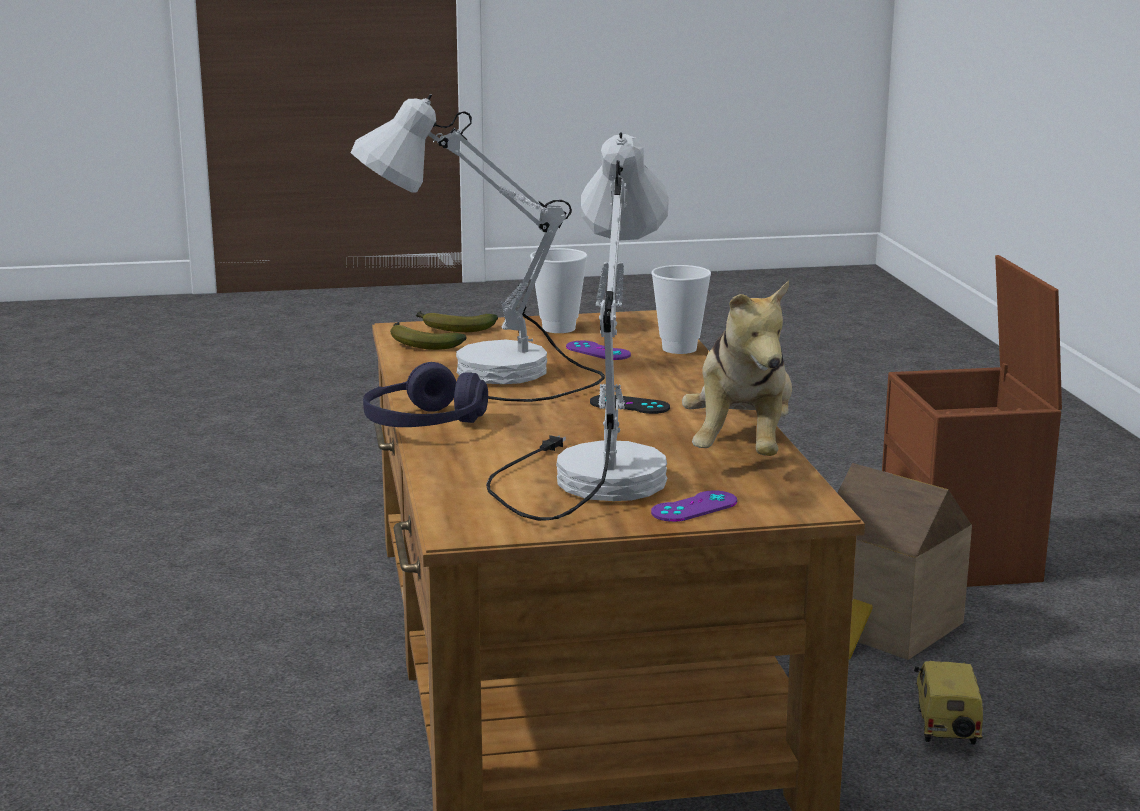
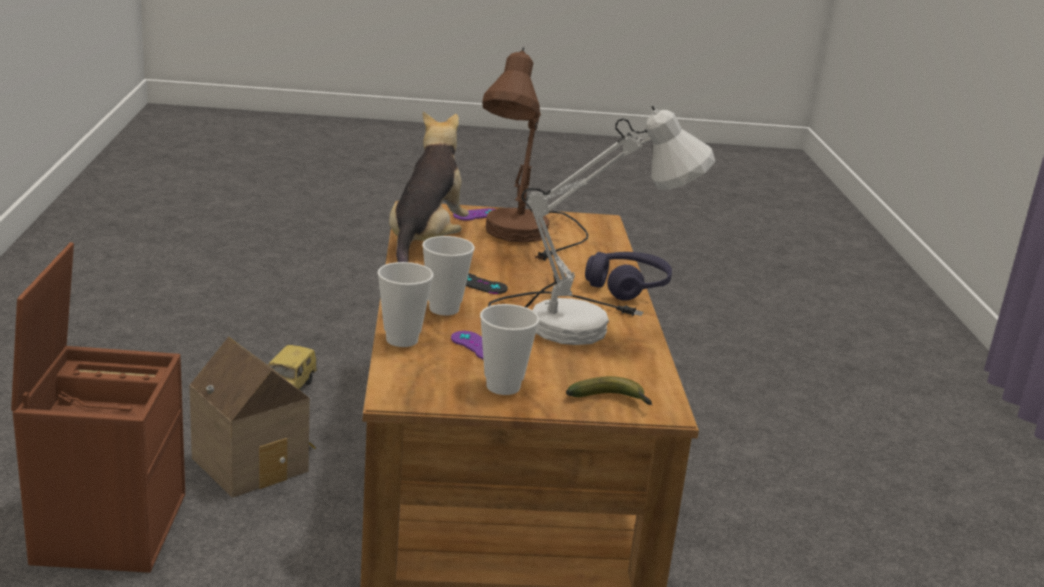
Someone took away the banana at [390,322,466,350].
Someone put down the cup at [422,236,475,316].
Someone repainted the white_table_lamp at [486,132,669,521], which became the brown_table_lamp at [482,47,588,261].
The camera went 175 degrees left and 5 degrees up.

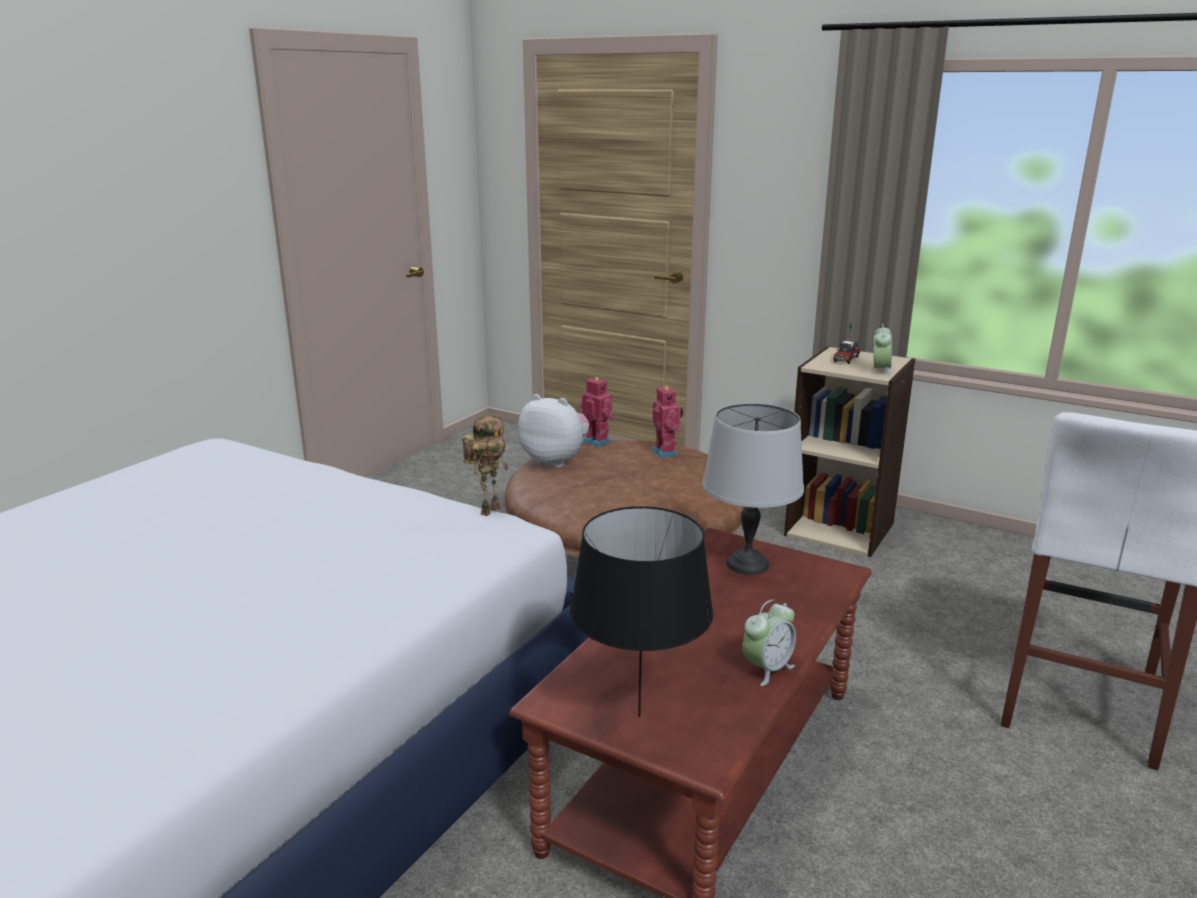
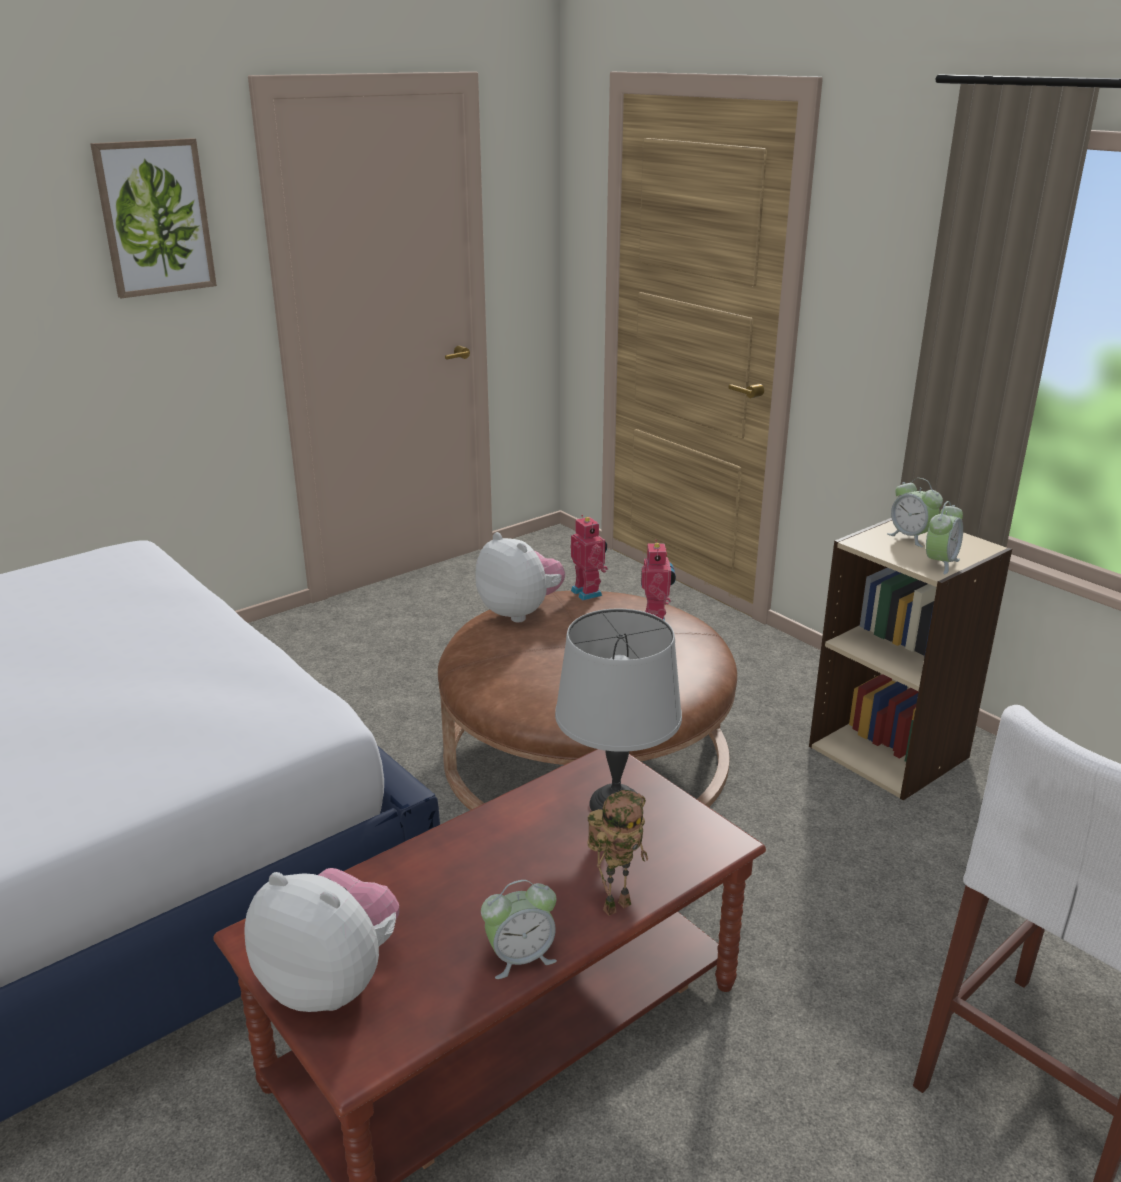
Someone put up the picture at [90,138,217,298].
Someone carried the toy_robot from [462,414,509,516] to [588,790,648,916].
Someone swapped the black_table_lamp at [570,506,713,717] for the plush_toy at [244,868,399,1012].
Someone swapped the toy_truck at [833,322,860,364] for the alarm_clock at [887,478,943,547].
The camera went 20 degrees right and 5 degrees up.

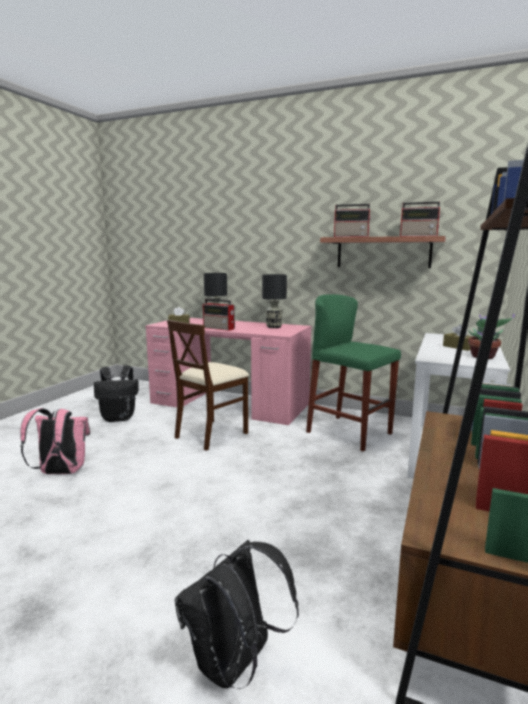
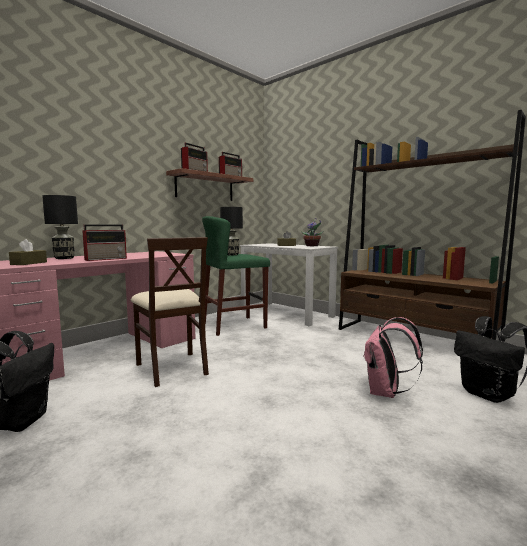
Someone carried the pink_backpack from [20,408,90,474] to [363,317,423,398].
Someone carried the black_table_lamp from [262,274,287,328] to [220,207,243,255].
The camera went 70 degrees left and 5 degrees down.

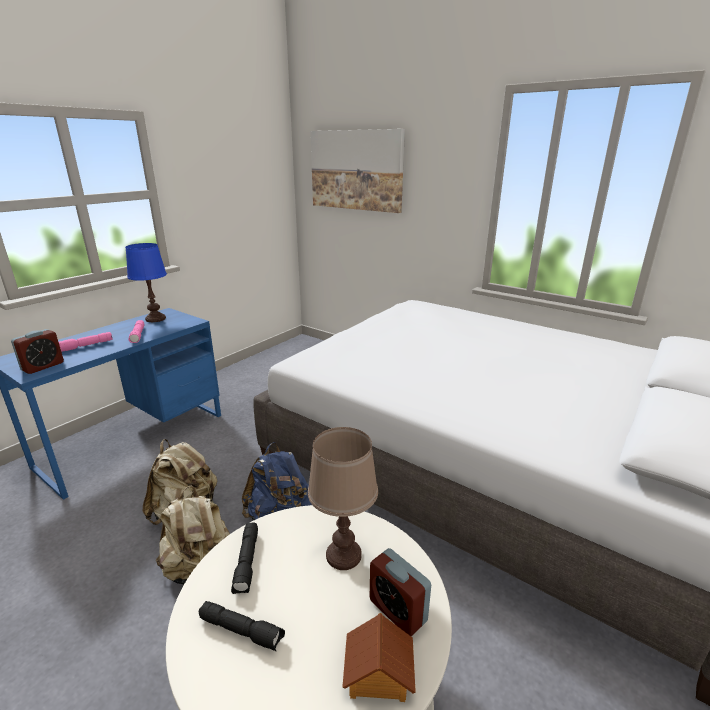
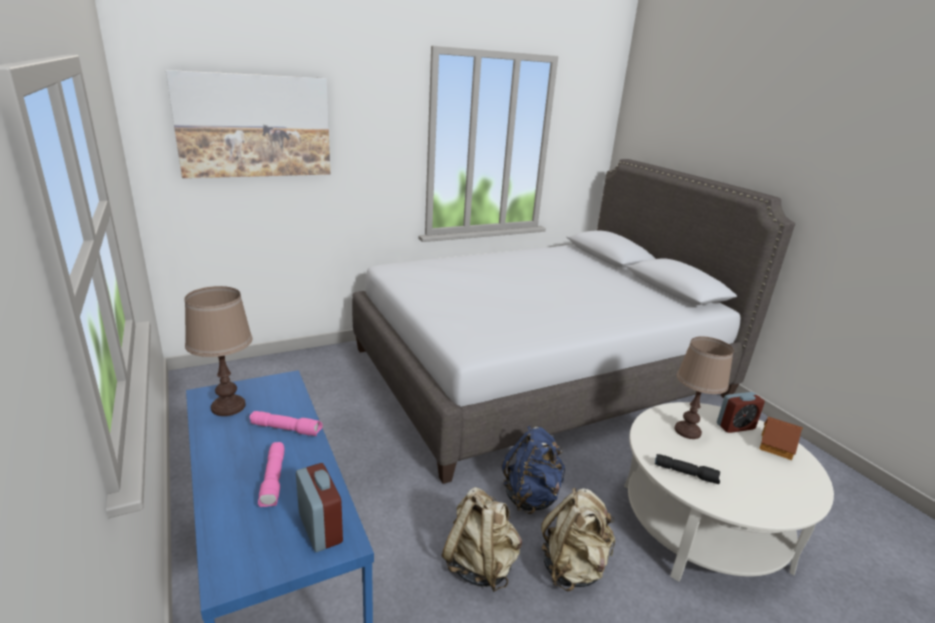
Someone took away the black_flashlight at [199,601,285,651].
Someone repainted the blue_table_lamp at [125,243,167,322], which became the brown_table_lamp at [185,286,252,416].
The camera went 65 degrees left and 0 degrees up.

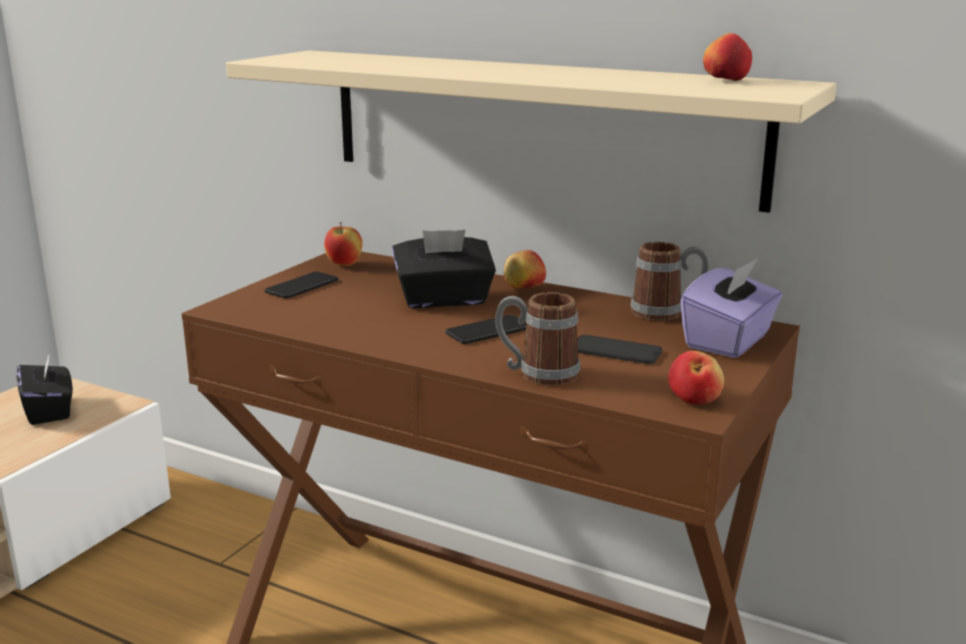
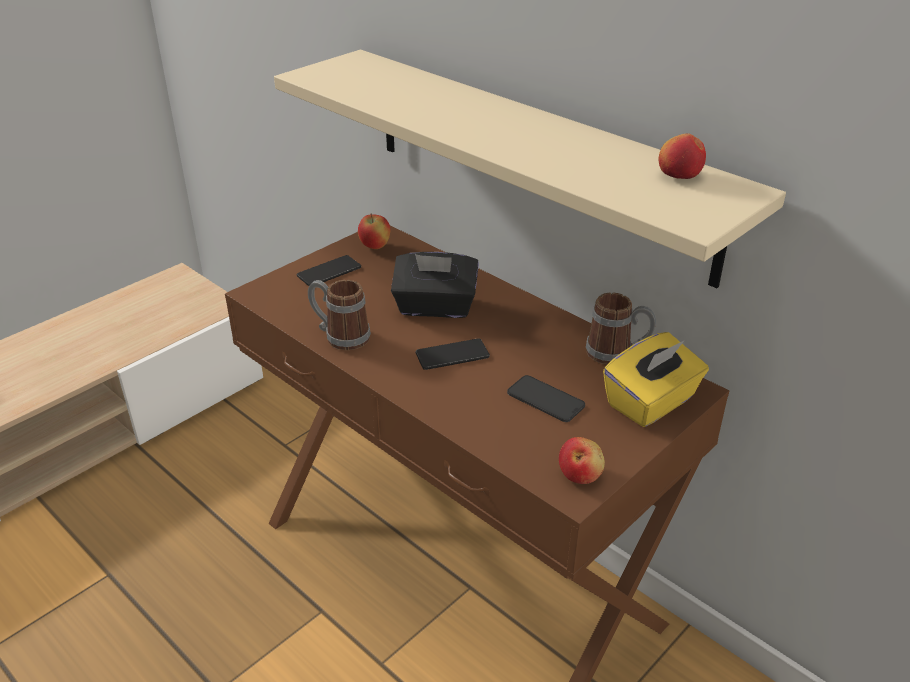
Someone took away the black_tissue_box at [17,351,73,425].
Someone took away the apple at [504,250,546,288].
Someone carried the mug from [495,292,580,385] to [308,280,371,350].
Someone repainted the purple_tissue_box at [680,258,782,358], which became the yellow_tissue_box at [603,332,709,427].
The camera went 15 degrees right and 15 degrees up.

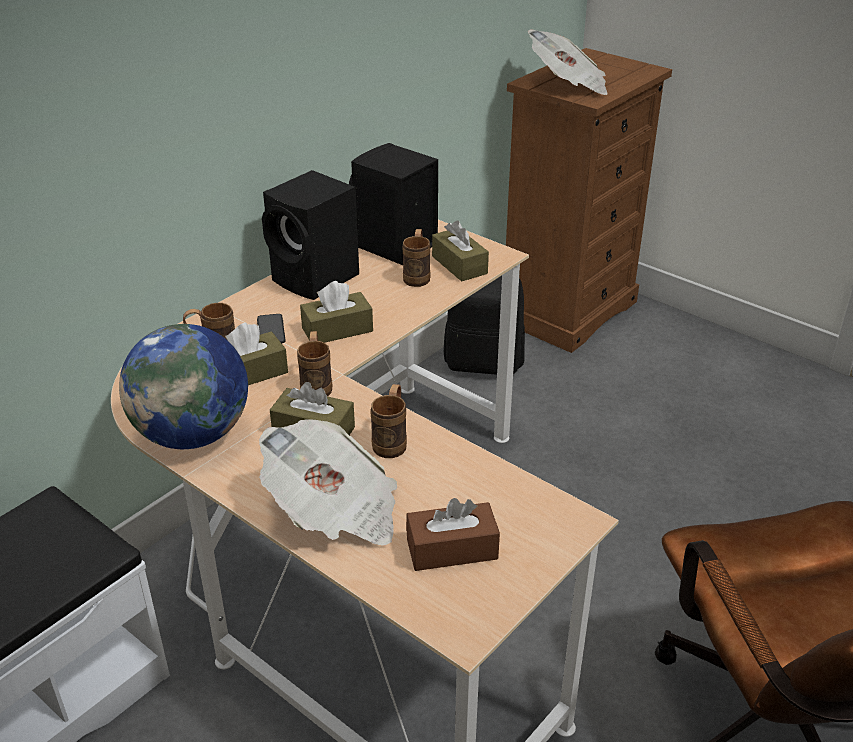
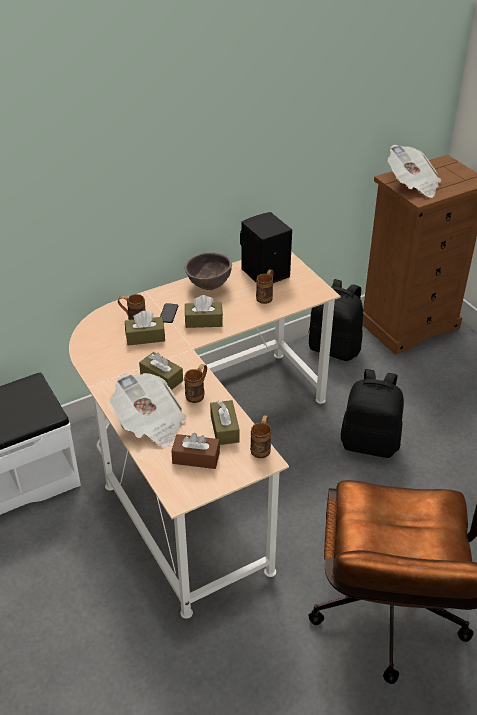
Someone took away the globe at [119,324,248,449].
Someone put down the black_backpack at [341,369,404,458].
Someone carried the brown_mug from [297,331,333,396] to [250,415,271,458].
Someone carried the brown_tissue_box from [432,221,489,281] to [210,400,240,445].
Someone swapped the black_speaker at [262,170,359,300] for the brown_bowl at [184,252,232,290].
The camera went 20 degrees right and 5 degrees up.

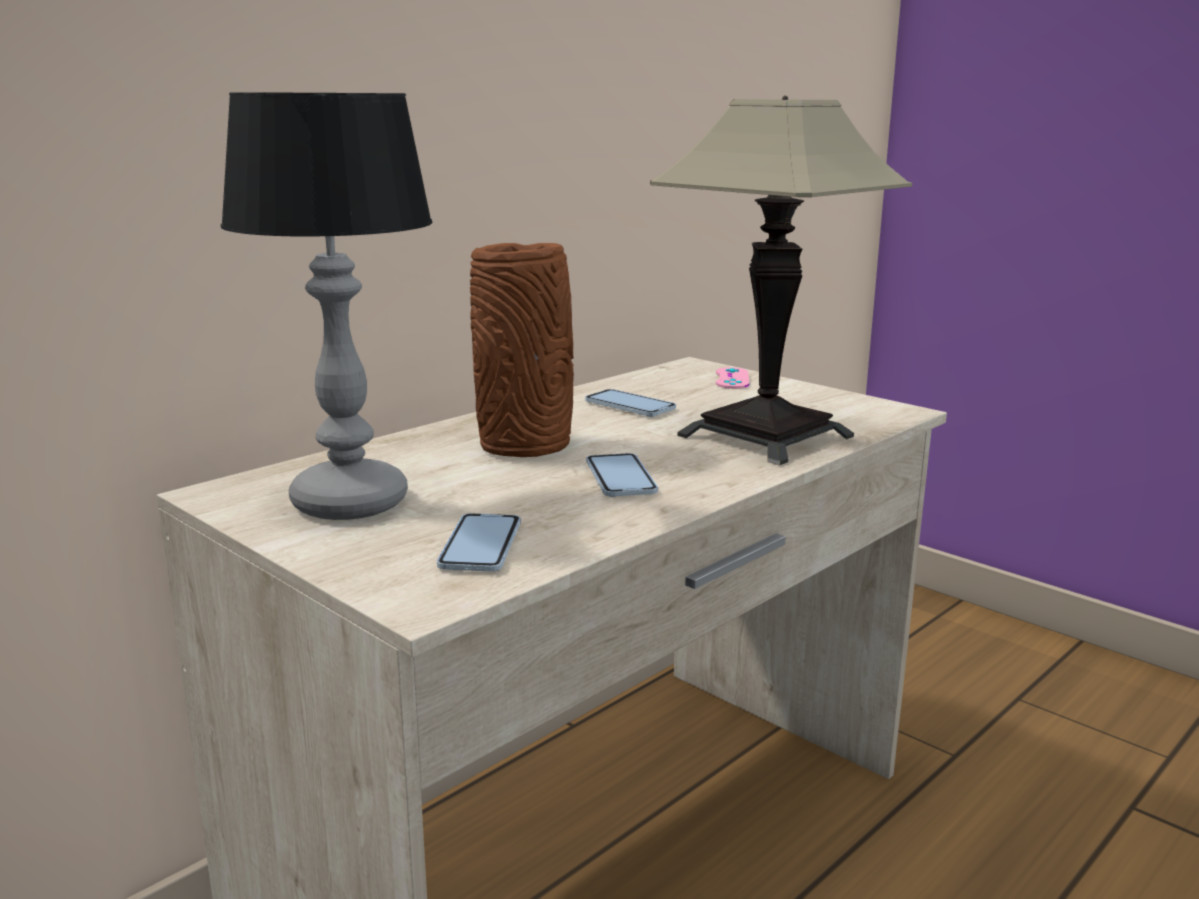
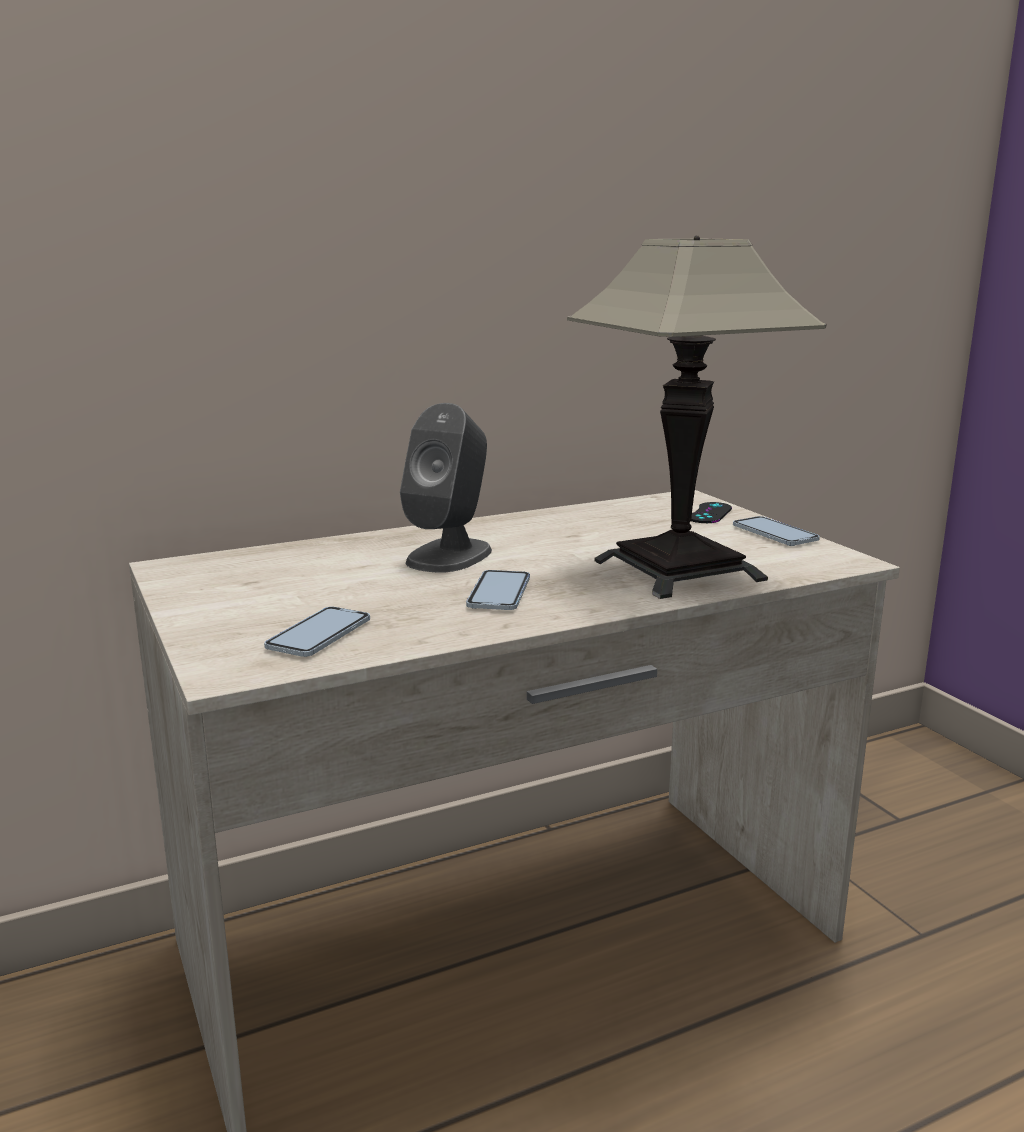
Someone took away the table_lamp at [221,92,433,520].
Someone carried the phone from [585,389,676,417] to [733,516,820,546].
Someone swapped the brown_vase at [470,243,574,457] for the grey_speaker at [400,403,492,573].
Someone repainted the pink_game_controller at [716,367,750,389], which became the black_game_controller at [691,502,732,523].
The camera went 20 degrees right and 0 degrees up.

